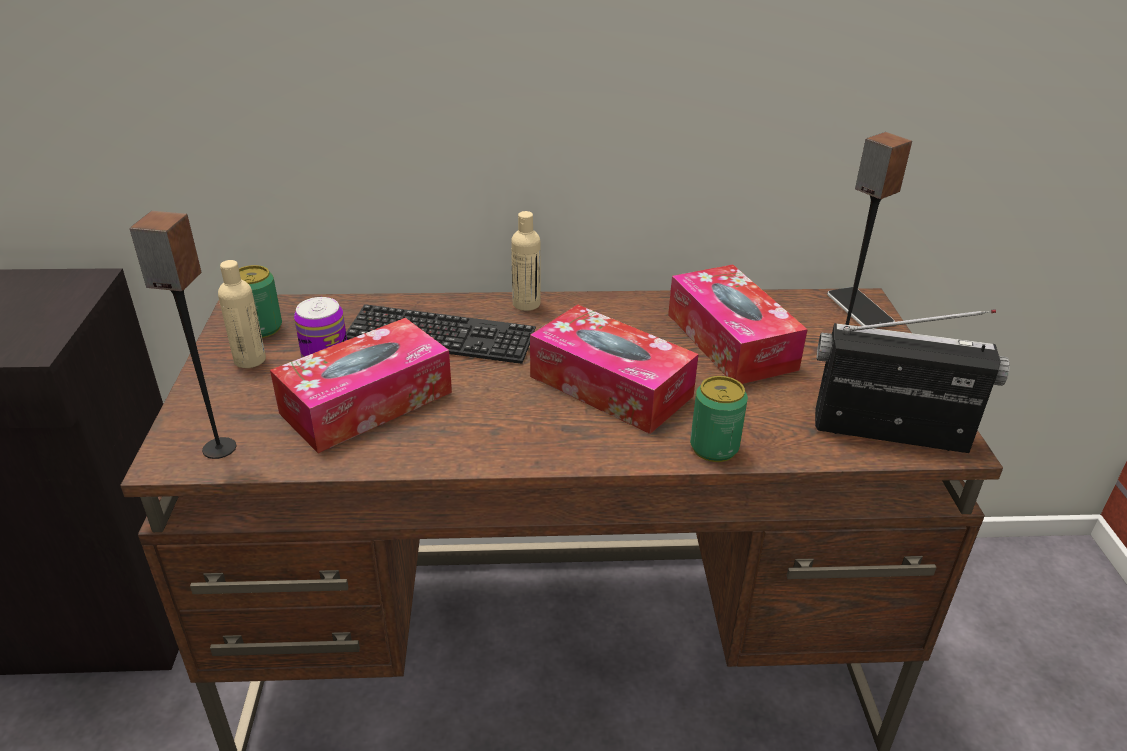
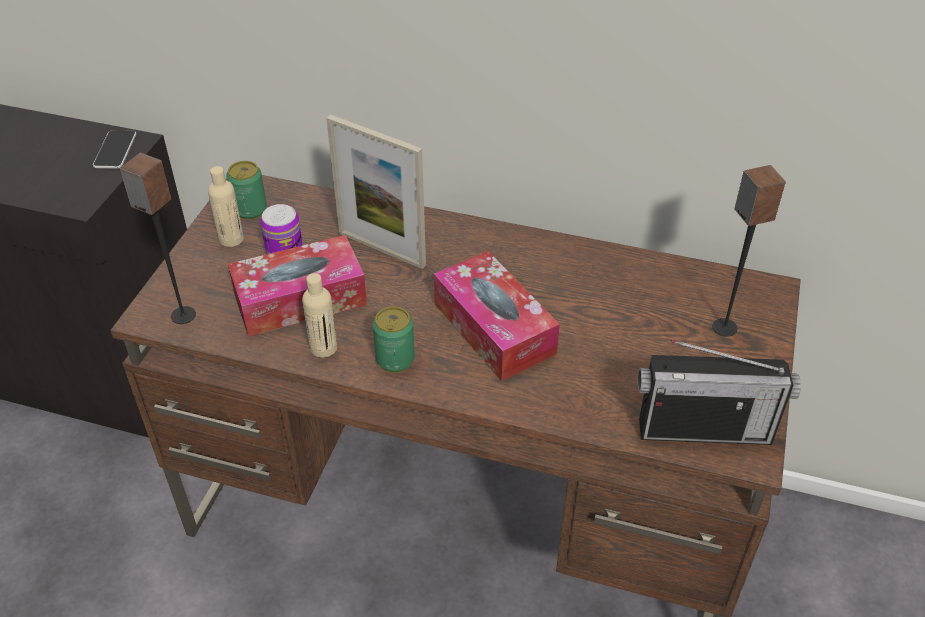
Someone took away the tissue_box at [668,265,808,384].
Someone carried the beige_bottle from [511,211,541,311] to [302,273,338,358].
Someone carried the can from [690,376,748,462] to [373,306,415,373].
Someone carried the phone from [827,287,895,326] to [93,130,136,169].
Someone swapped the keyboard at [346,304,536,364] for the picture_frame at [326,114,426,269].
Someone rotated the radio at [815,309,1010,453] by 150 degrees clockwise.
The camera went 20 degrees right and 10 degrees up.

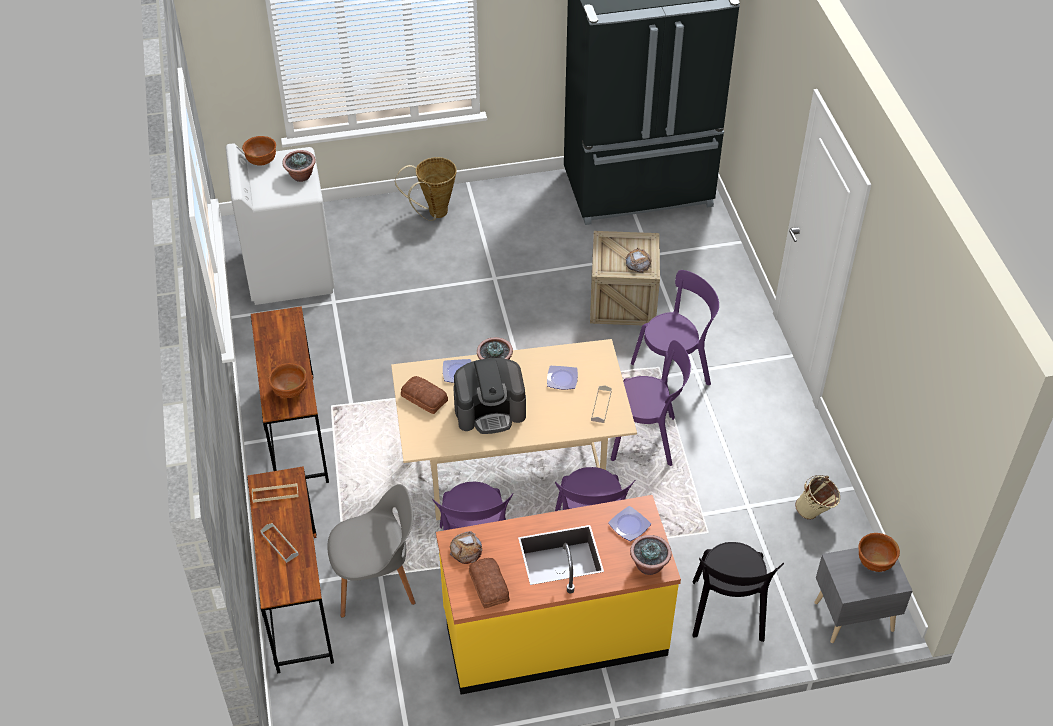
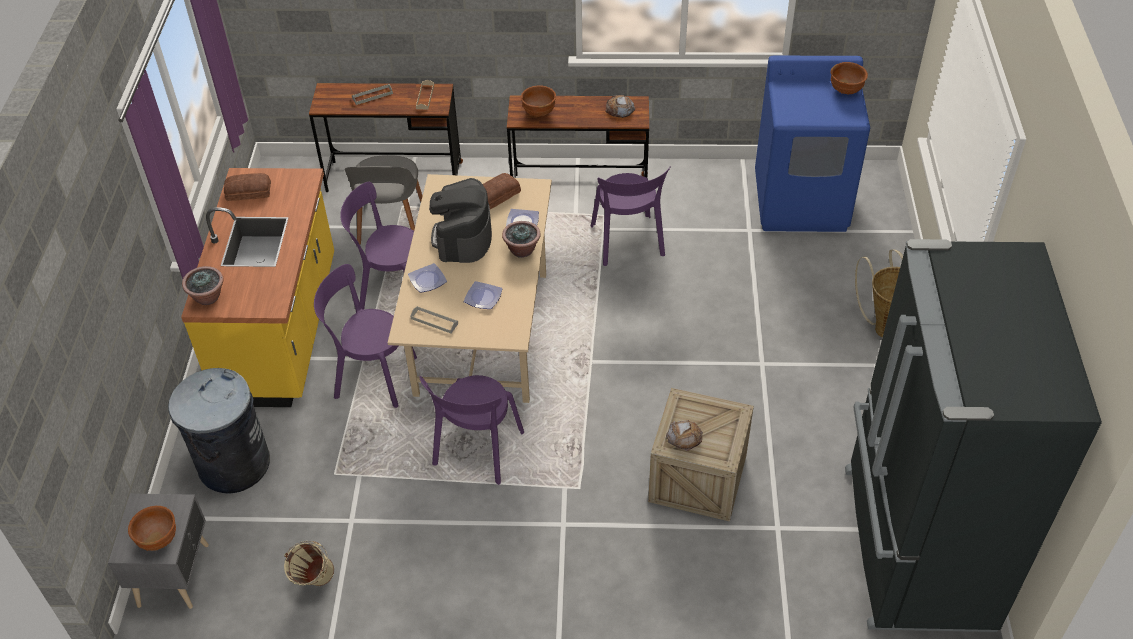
Someone took away the potted_plant at [282,150,316,182].
Someone carried the bread from [450,531,482,564] to [605,95,635,118].
Someone carried the plate from [608,506,651,541] to [408,263,447,293].
Someone carried the purple_chair from [631,270,719,385] to [591,166,671,266].
Someone swapped the black_chair at [692,542,784,642] for the grey_trash_can at [168,368,270,493].
Someone repainted the white_washing_machine at [226,143,335,305], which became the blue_washing_machine at [755,56,870,232].
The camera went 105 degrees right and 0 degrees up.

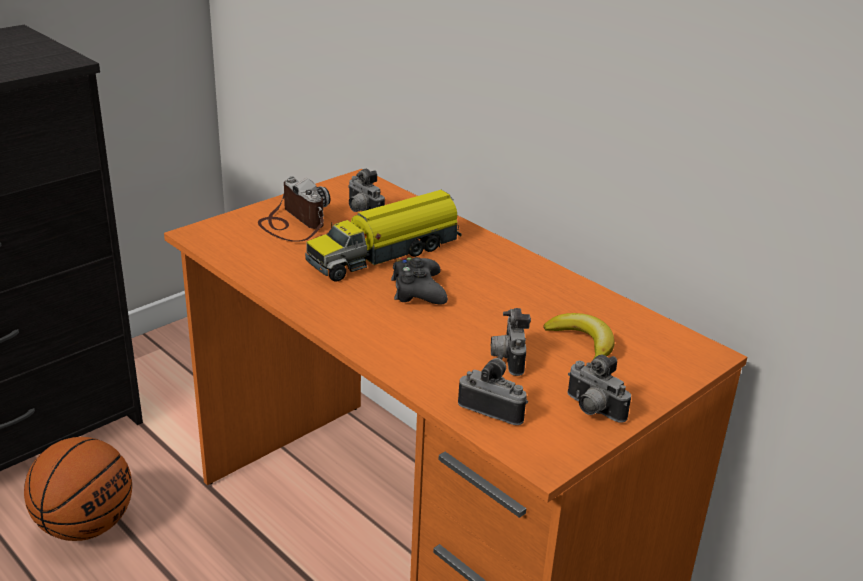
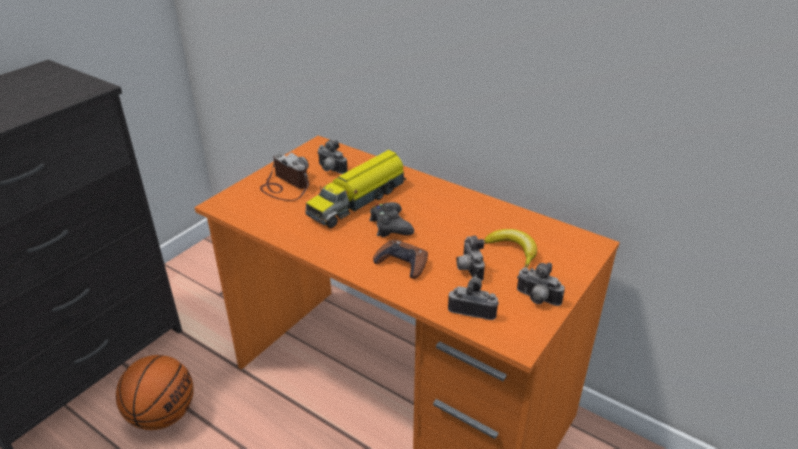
Someone put down the brown_game_controller at [373,240,428,279].
The camera went 10 degrees left and 5 degrees up.

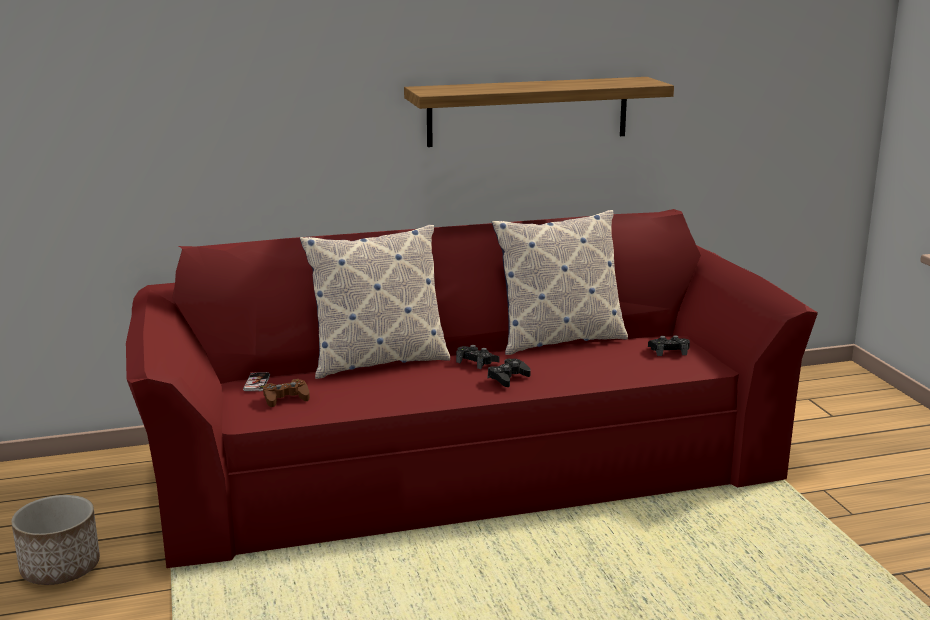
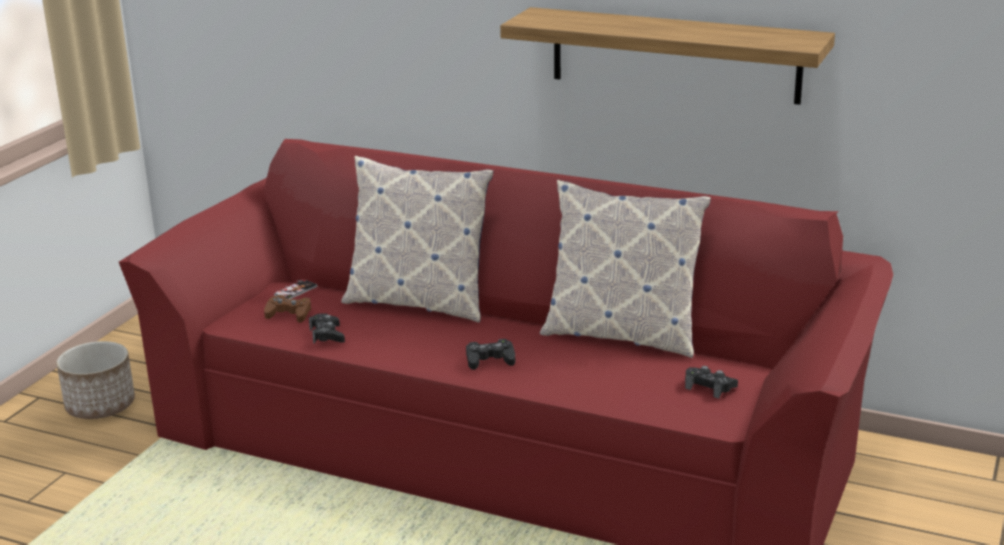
Someone carried the black_game_controller from [456,345,500,369] to [309,313,345,343].
The camera went 40 degrees right and 5 degrees up.

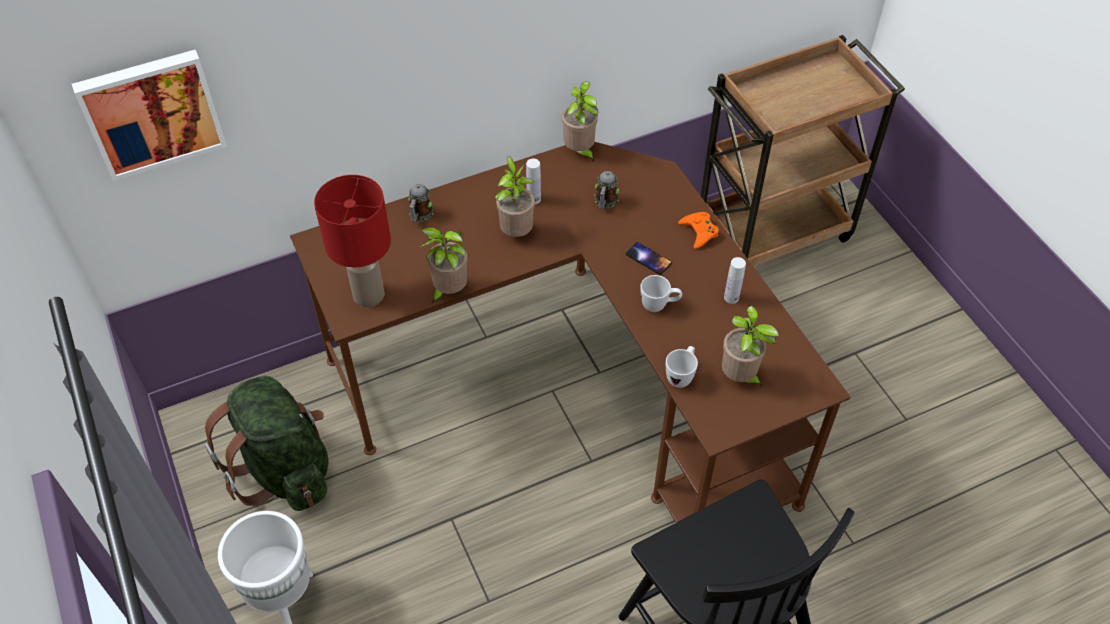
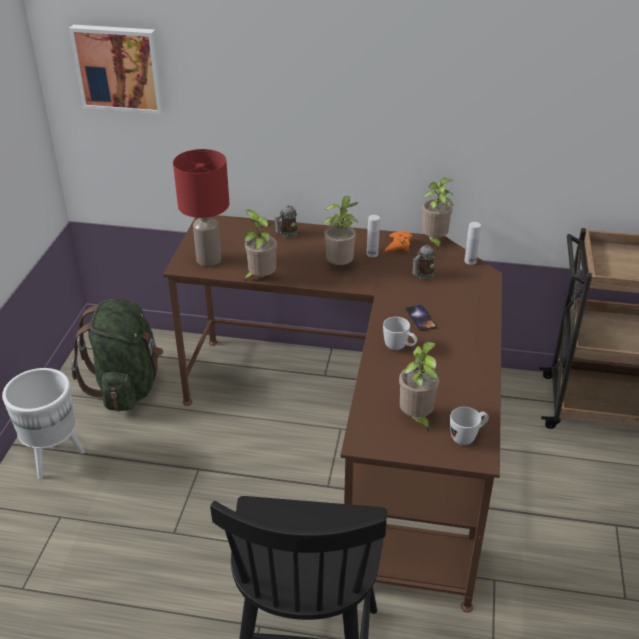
Someone carried the white_mug from [666,346,698,388] to [450,407,489,445].
Someone carried the orange_game_controller from [678,212,719,249] to [385,231,412,252].
Someone carried the white_bottle from [724,257,746,304] to [465,222,481,265].
The camera went 35 degrees right and 15 degrees down.

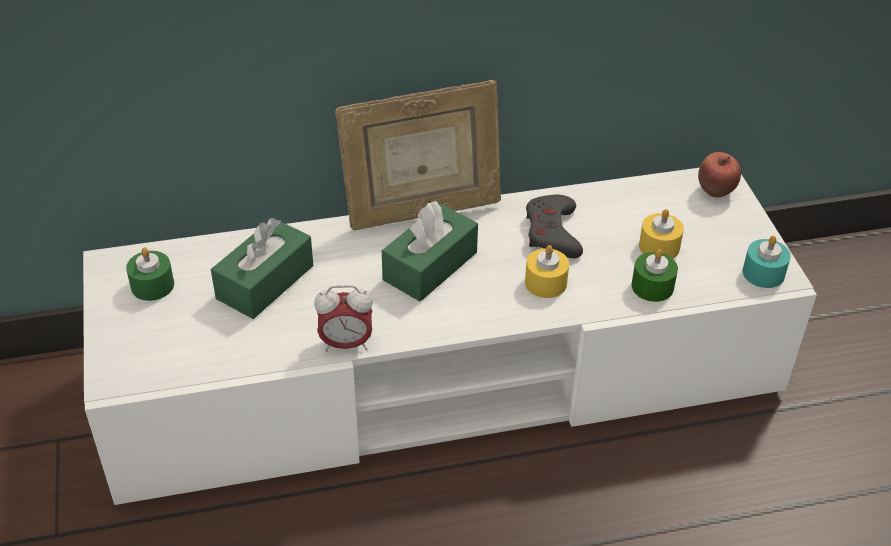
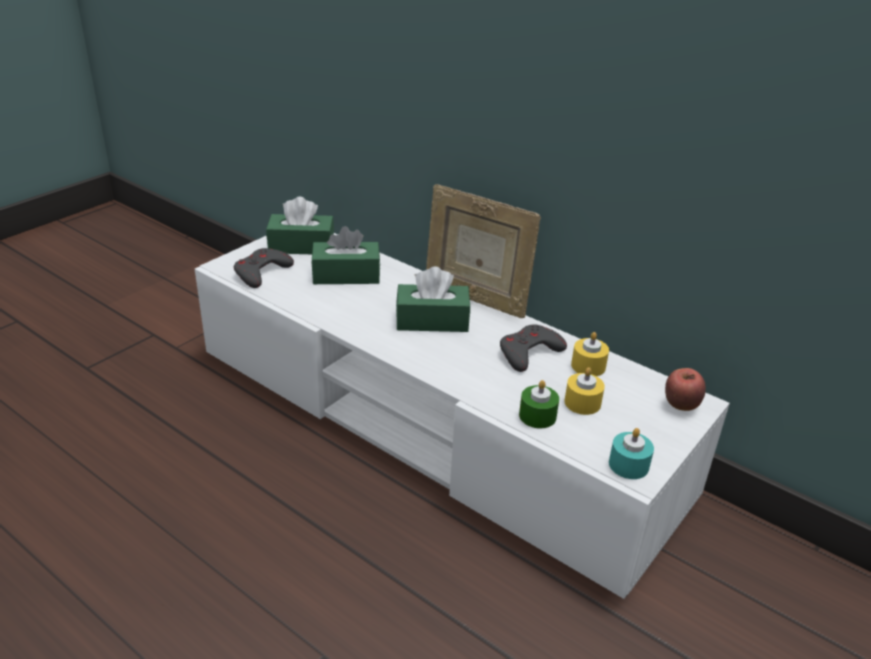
Someone took away the alarm_clock at [314,285,373,352].
Someone put down the grey_game_controller at [234,248,294,288].
Someone carried the yellow_candle from [525,245,569,298] to [571,332,609,376].
Someone swapped the green_candle at [126,247,174,301] for the green_tissue_box at [266,197,334,254].
The camera went 50 degrees right and 10 degrees down.

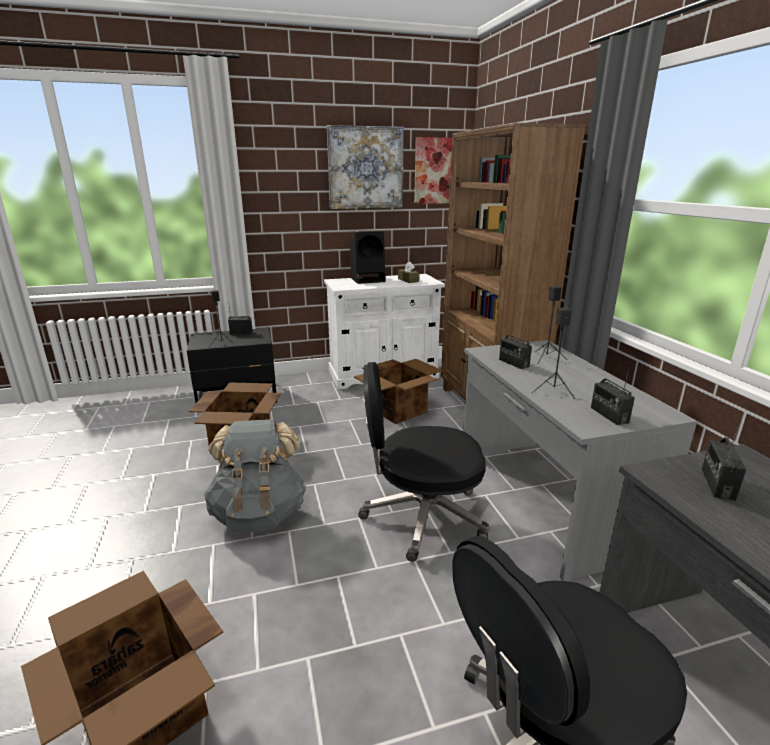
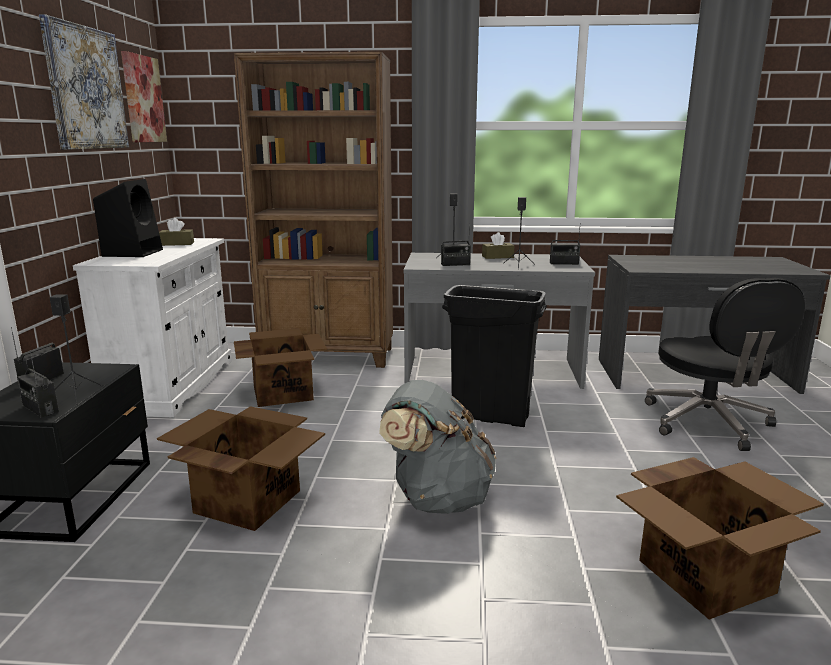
Someone put down the brown_tissue_box at [482,232,514,259].
Someone carried the radio from [701,427,746,501] to [17,351,59,418].
Someone swapped the black_office_chair at [358,362,489,562] for the black_trash_can at [442,285,547,427].
The camera went 70 degrees left and 5 degrees down.

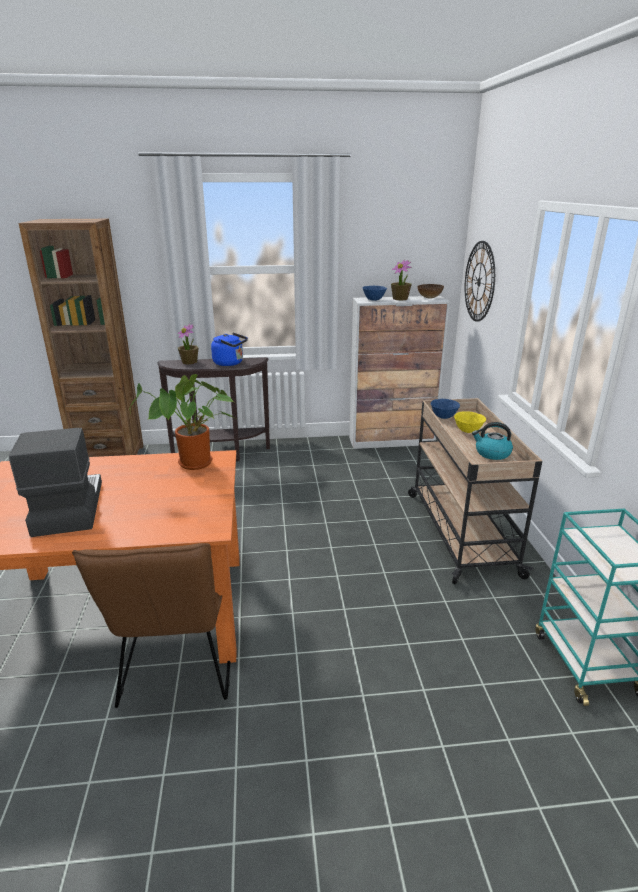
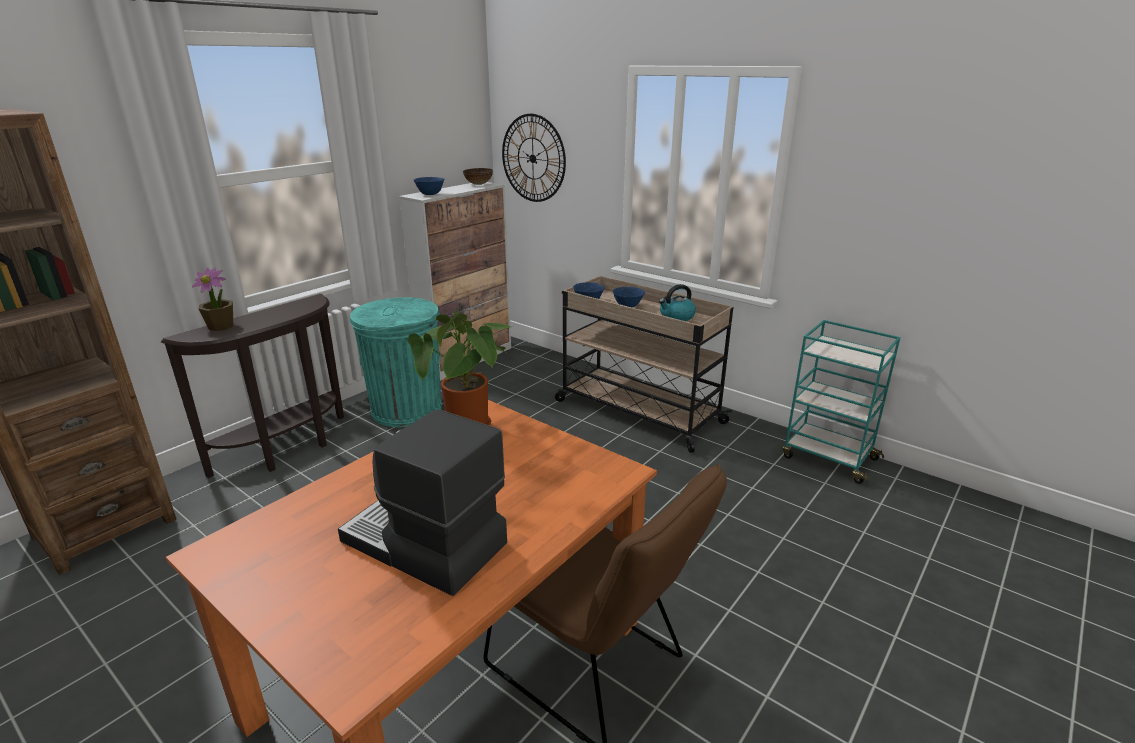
Someone took away the blue_kettle at [211,333,248,366].
Someone took away the potted_plant at [391,260,412,301].
Someone put down the turquoise_trash_can at [350,297,442,427].
Someone repainted the yellow_bowl at [454,411,486,433], which became the blue_bowl at [613,287,645,307].
The camera went 45 degrees left and 0 degrees up.

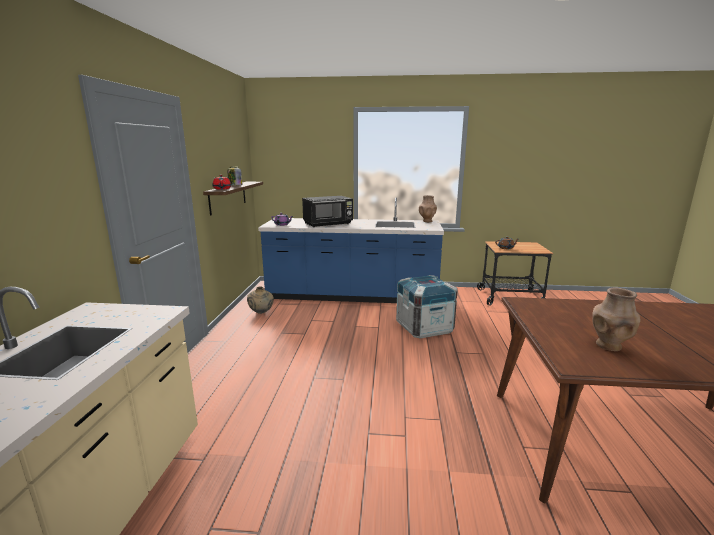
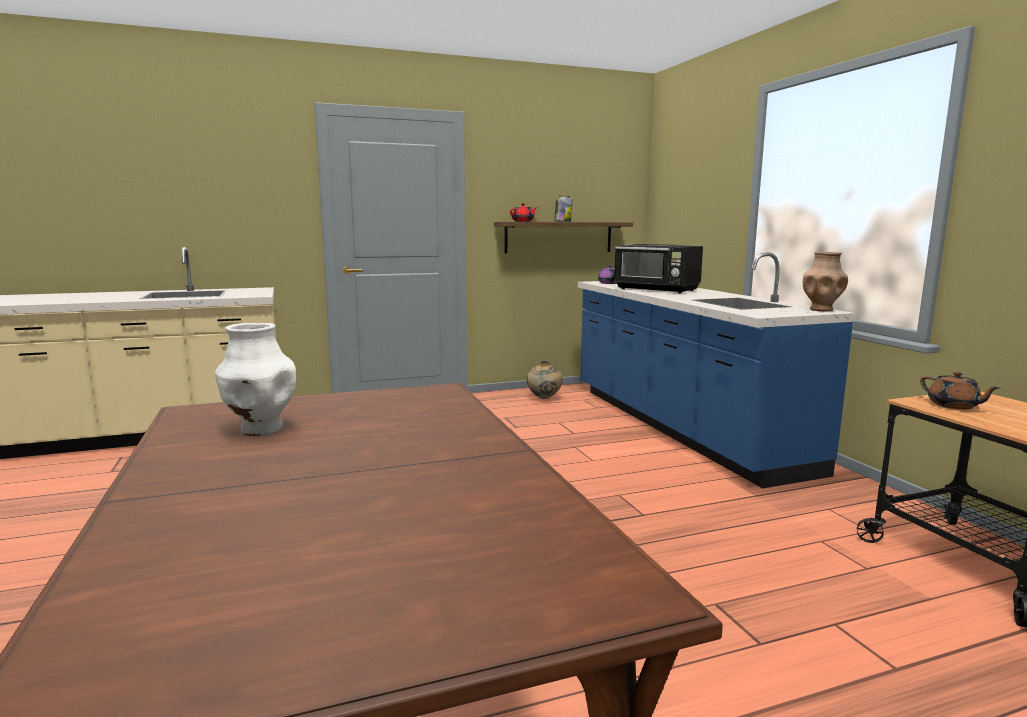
Someone took away the crate at [396,275,458,339].
Someone repainted the brown_vase at [592,288,641,351], which became the white_vase at [215,323,296,436].
The camera went 65 degrees right and 5 degrees down.

